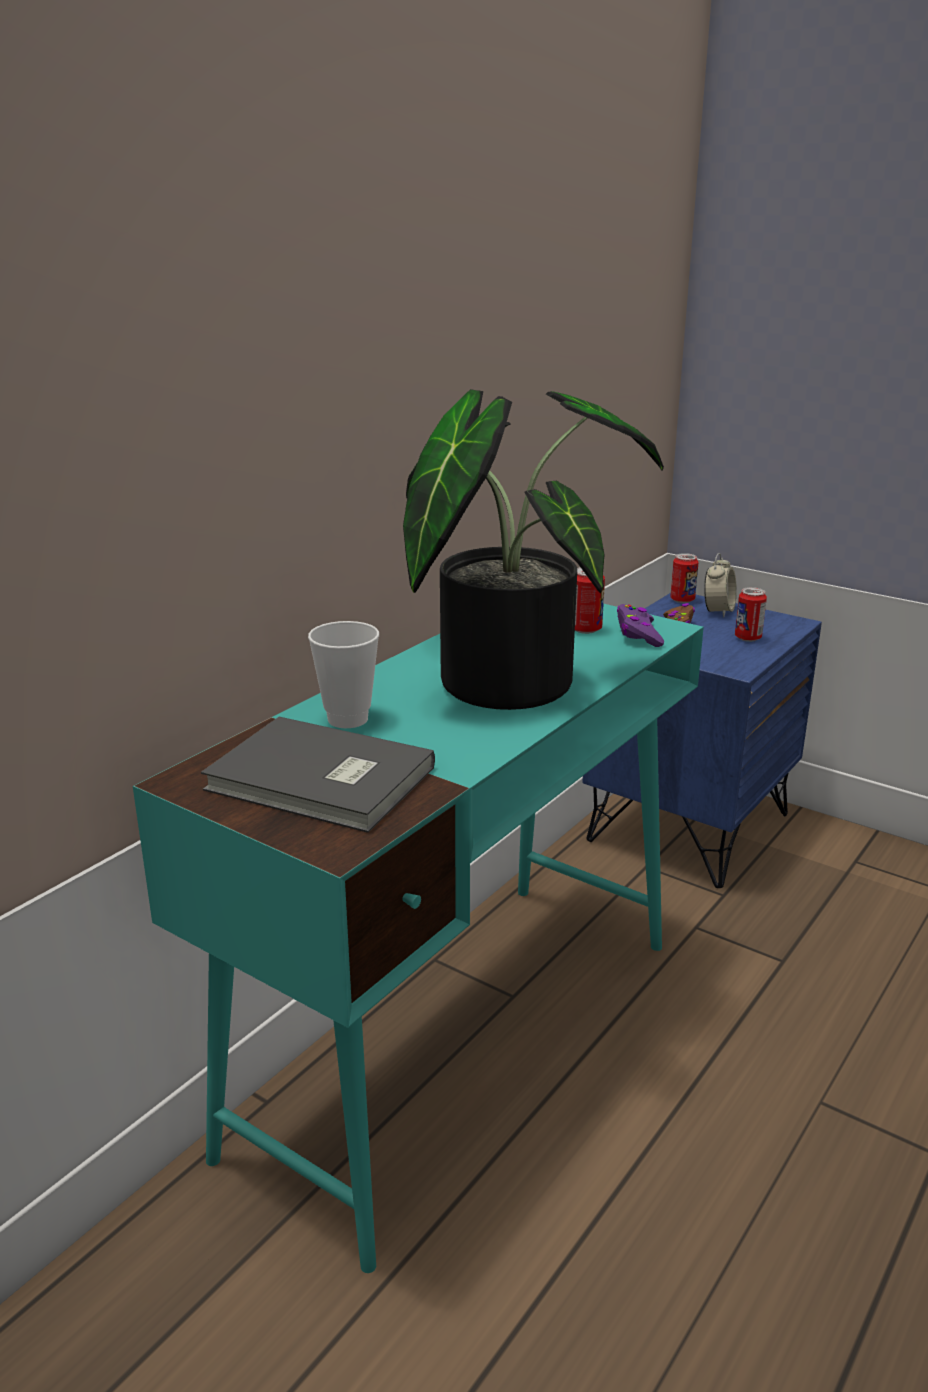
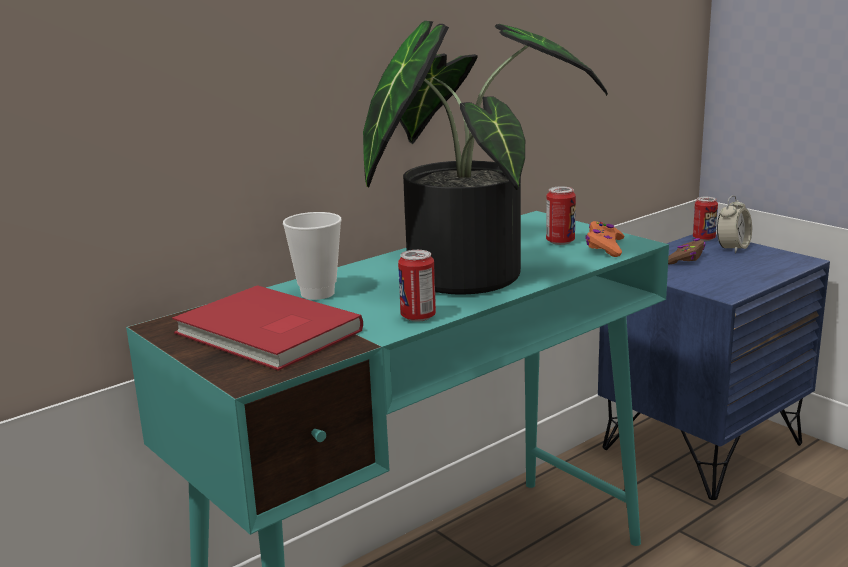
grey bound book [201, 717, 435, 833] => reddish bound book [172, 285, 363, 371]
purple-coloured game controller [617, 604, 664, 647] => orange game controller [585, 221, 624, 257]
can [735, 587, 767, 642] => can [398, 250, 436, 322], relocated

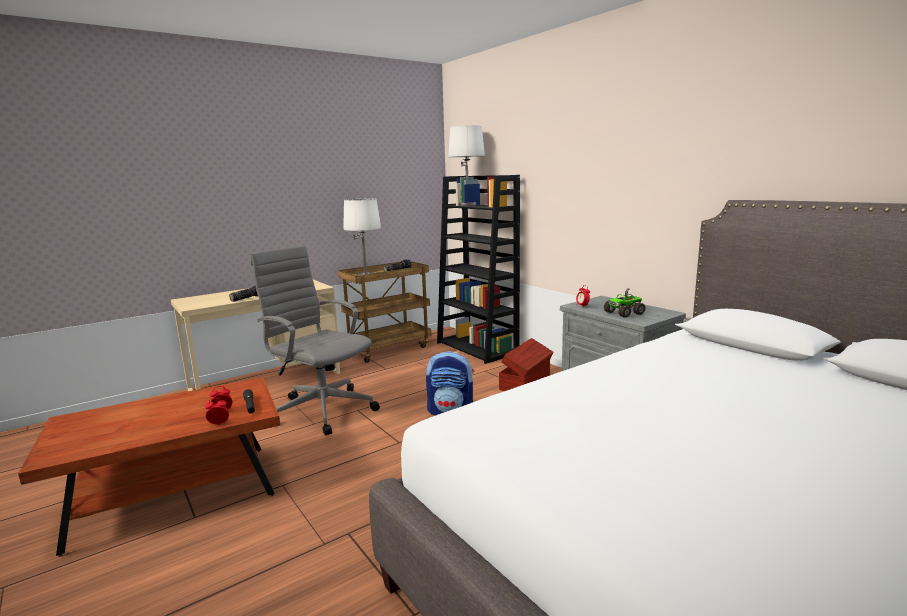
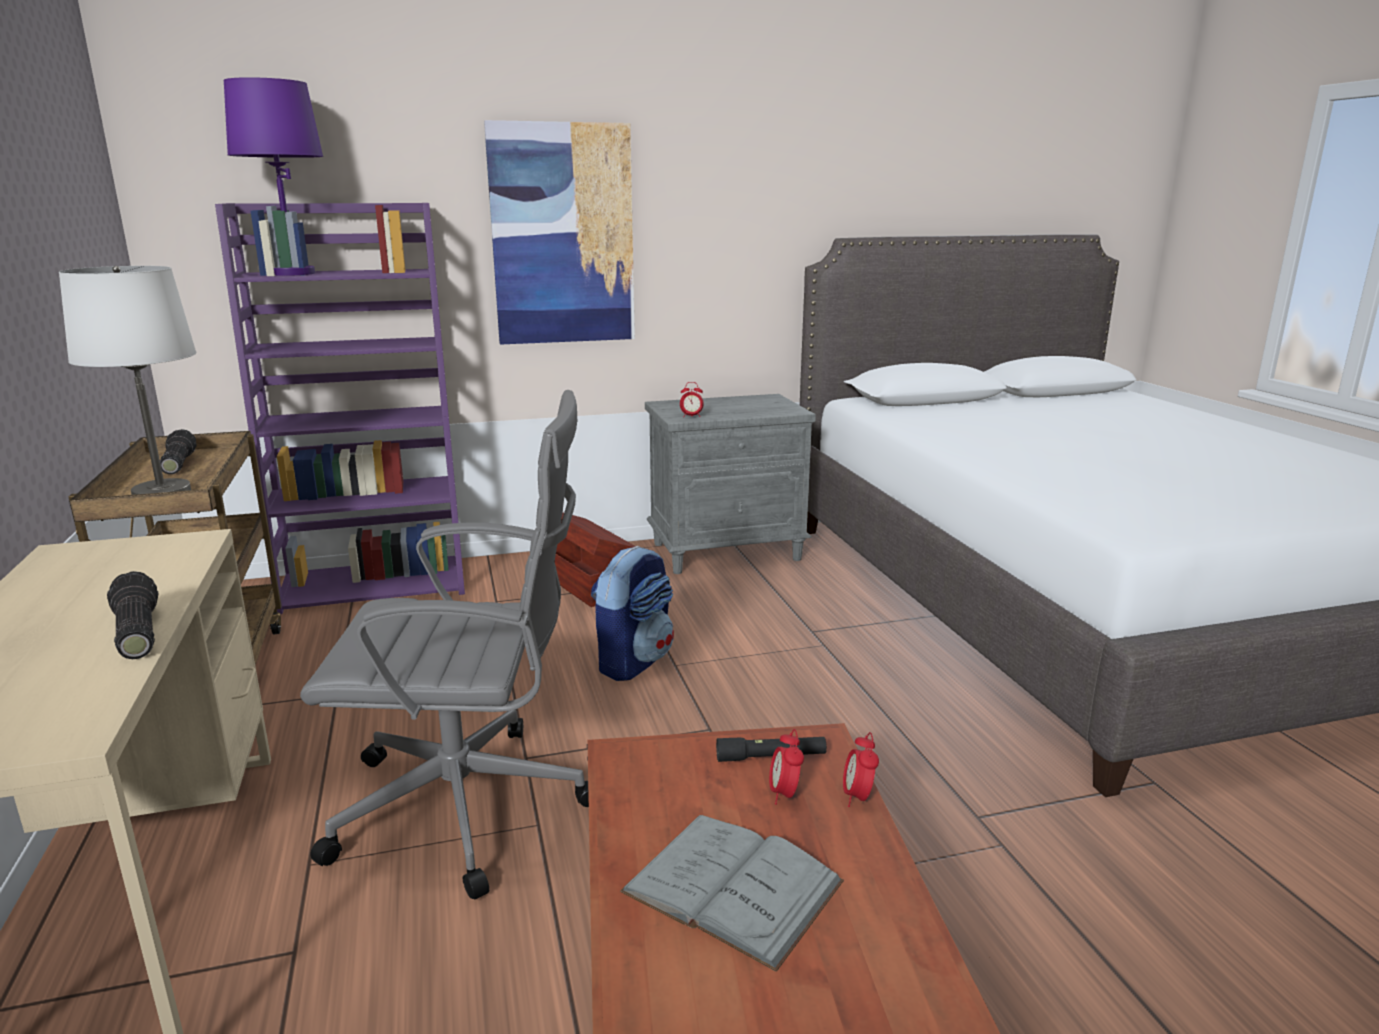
grey desk chair [250, 245, 380, 435] => grey desk chair [300, 390, 589, 899], 150 degrees counterclockwise
blackish bookshelf [437, 175, 520, 364] => purple-coloured bookshelf [215, 203, 465, 614]
white tabletop lamp [448, 125, 485, 206] => purple-coloured tabletop lamp [224, 77, 323, 276]
toy truck [604, 288, 646, 318] => nothing
nothing => wall picture [484, 120, 635, 345]
nothing => grey bound book [620, 815, 844, 972]

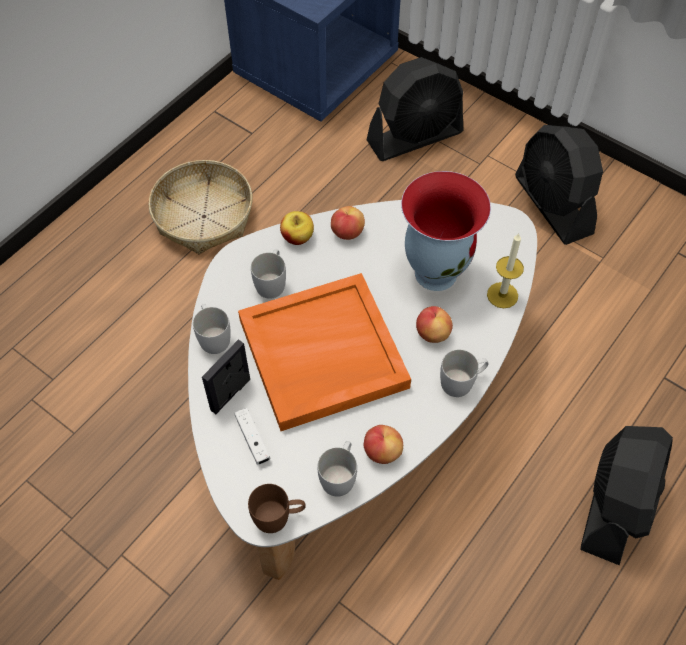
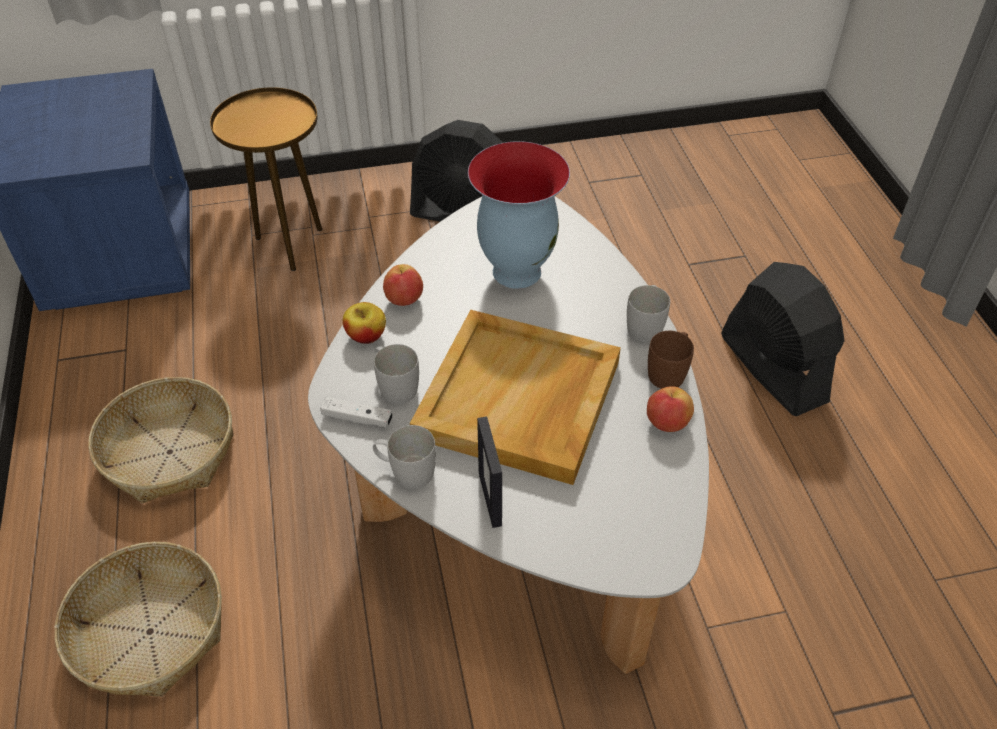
white game controller [234, 408, 271, 465] => white game controller [320, 397, 393, 428], relocated
orange tray [238, 273, 411, 431] => beige tray [410, 310, 621, 485]
brown coffee mug [248, 484, 306, 533] => brown coffee mug [648, 331, 694, 389], relocated
white coffee mug [317, 441, 357, 497] => nothing
blackish fan [367, 57, 464, 161] => brown end table [210, 87, 322, 271]
apple fruit [416, 306, 453, 343] => nothing
wax light [487, 234, 524, 308] => nothing
nothing => storage basket [55, 542, 222, 697]

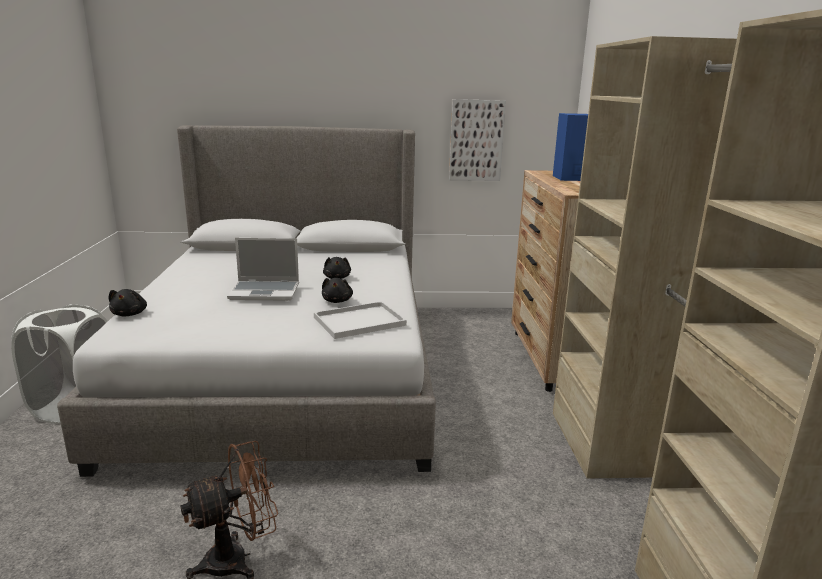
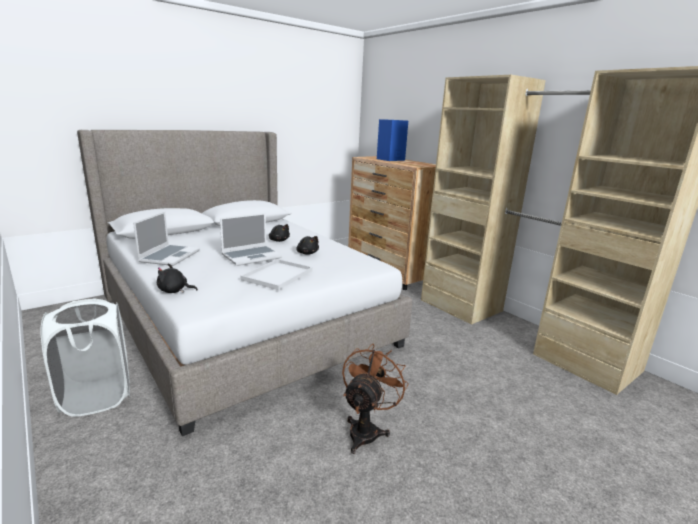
blackish cuddly toy [109, 289, 147, 317] => blackish cuddly toy [157, 264, 198, 293], 135 degrees clockwise
white tray [314, 301, 407, 339] => white tray [240, 259, 313, 290], relocated
wall picture [449, 99, 506, 181] => nothing
nothing => notebook computer [133, 211, 200, 266]

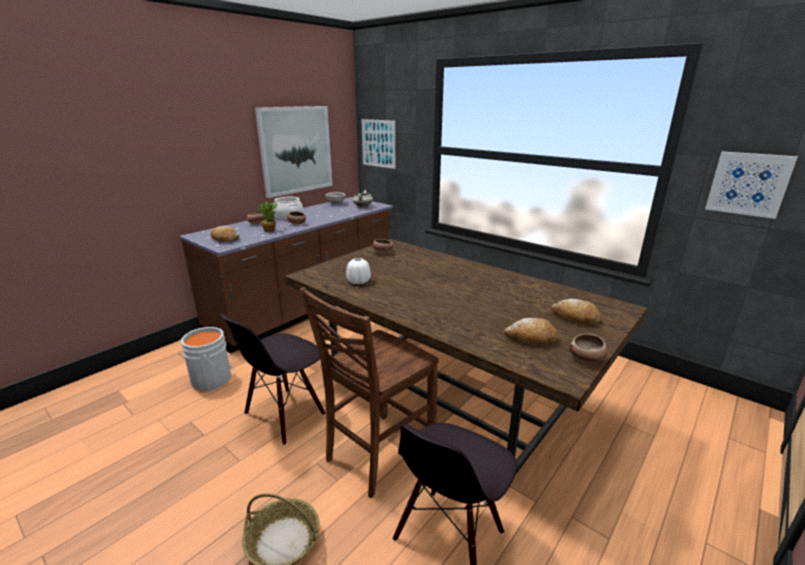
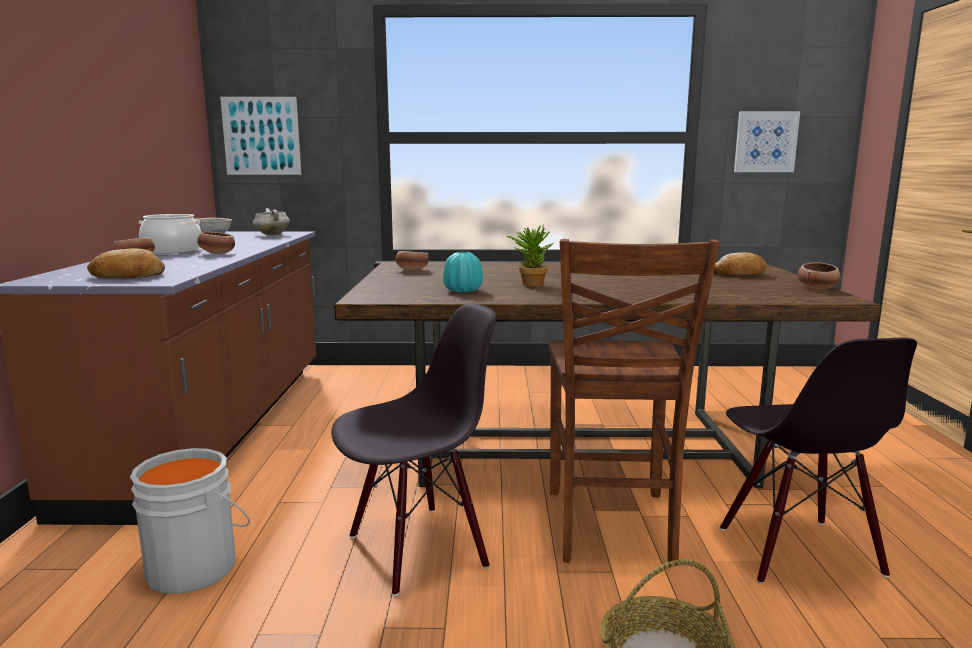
blackish plain chair [219, 314, 325, 445] => blackish plain chair [331, 304, 496, 596], 120 degrees counterclockwise
wall picture [255, 106, 333, 198] => nothing
houseplant [255, 200, 278, 232] => houseplant [507, 226, 554, 287], relocated
white decorative vase [346, 258, 371, 284] => blue-green decorative vase [443, 252, 483, 292]
baked bread [504, 318, 558, 345] => nothing

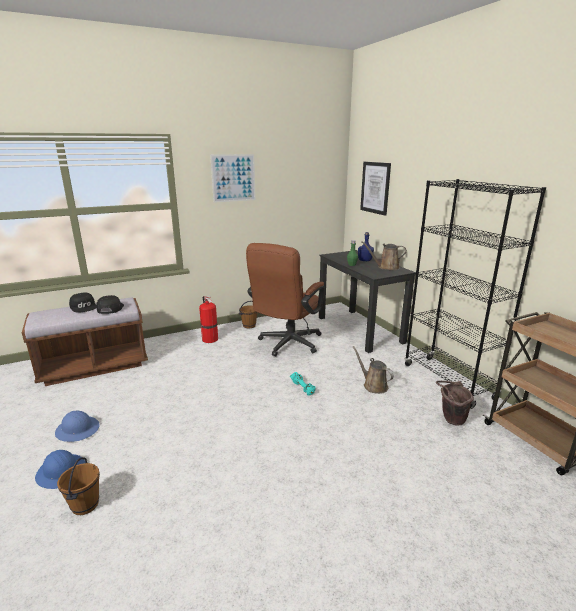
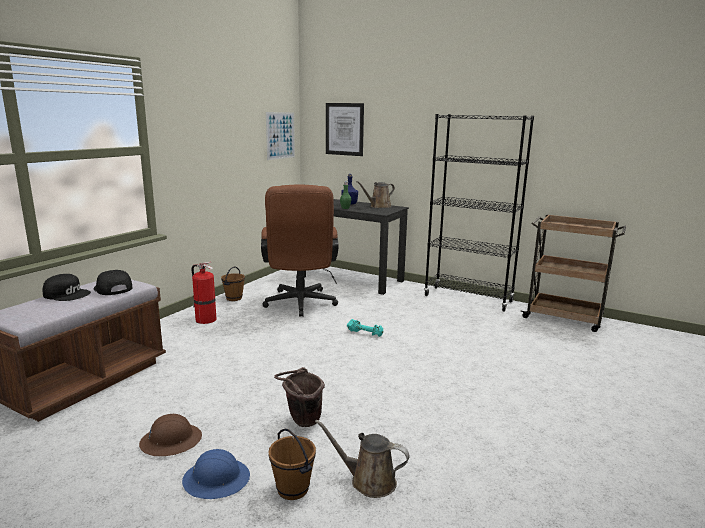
bluish safety helmet [55, 411, 100, 442] => brown safety helmet [139, 414, 202, 456]
wall picture [210, 154, 256, 203] => wall picture [266, 112, 295, 160], relocated
brown sprinkling can [353, 346, 394, 394] => brown sprinkling can [315, 419, 410, 498], relocated
brown bucket [436, 381, 474, 426] => brown bucket [274, 367, 325, 427], relocated

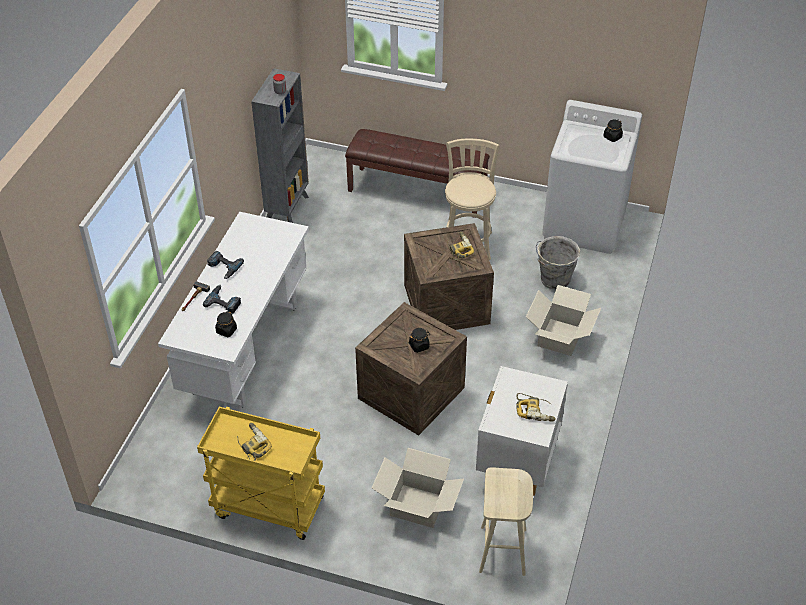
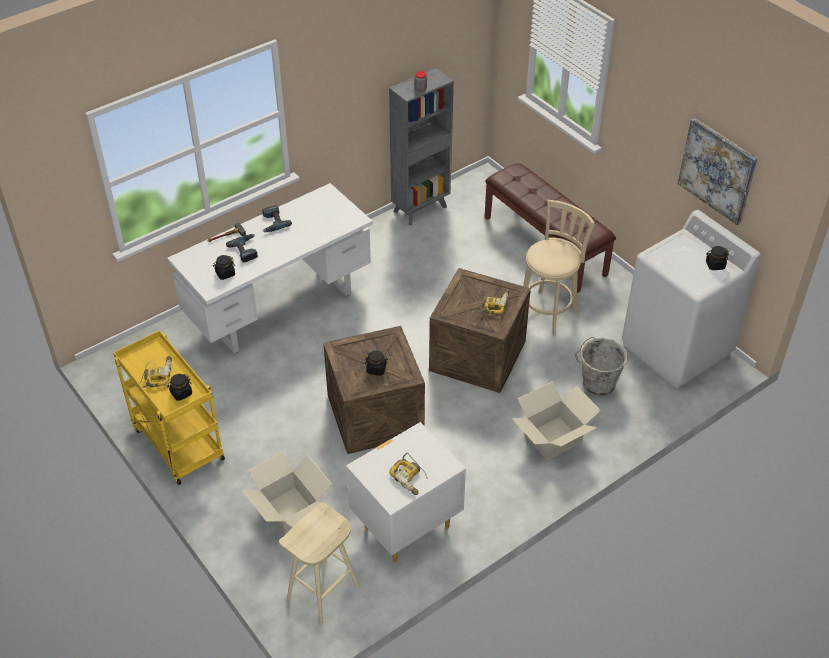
nothing => blackish preserve jar [167, 374, 192, 401]
nothing => wall picture [678, 118, 758, 225]

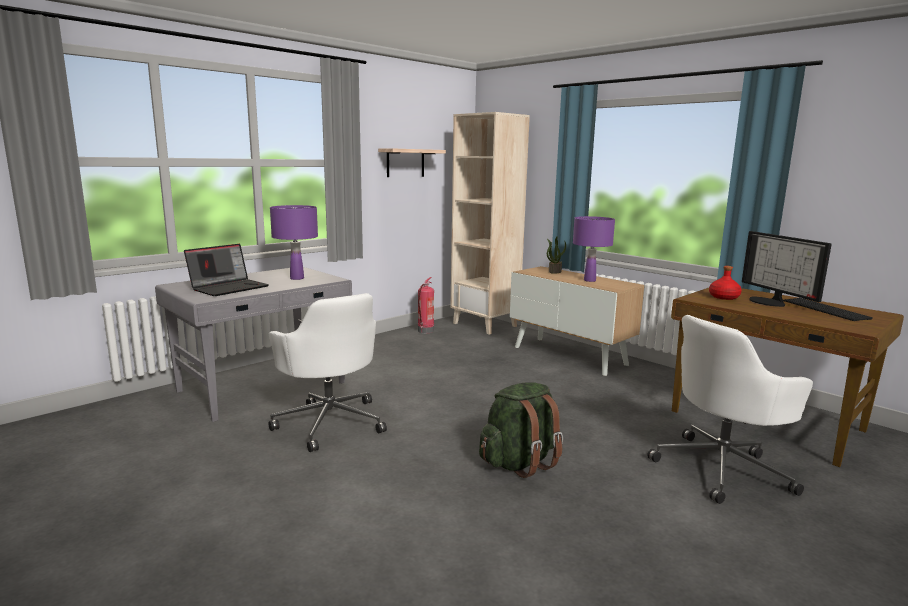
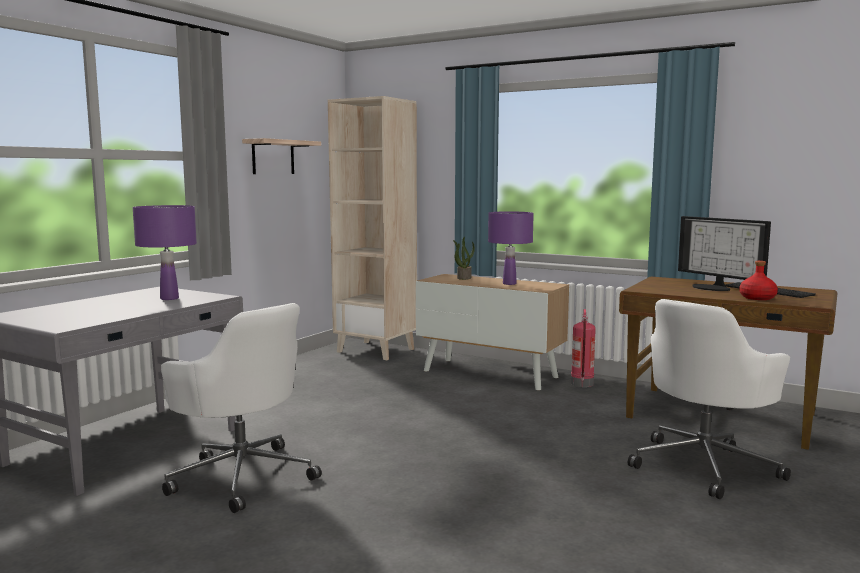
notebook computer [184, 244, 269, 296] => nothing
extinguisher [418, 277, 434, 333] => extinguisher [571, 309, 596, 387], relocated
green-coloured backpack [479, 382, 563, 478] => nothing
reddish drink bottle [709, 266, 742, 300] => reddish drink bottle [739, 261, 778, 300], relocated

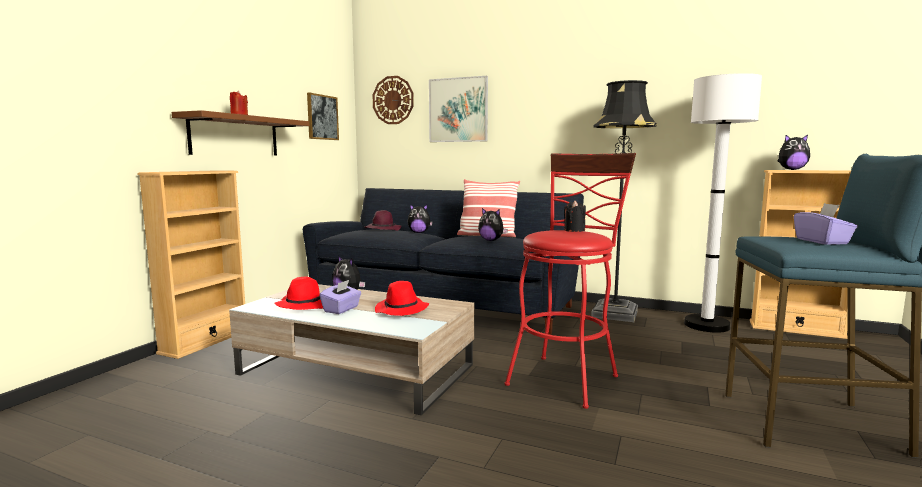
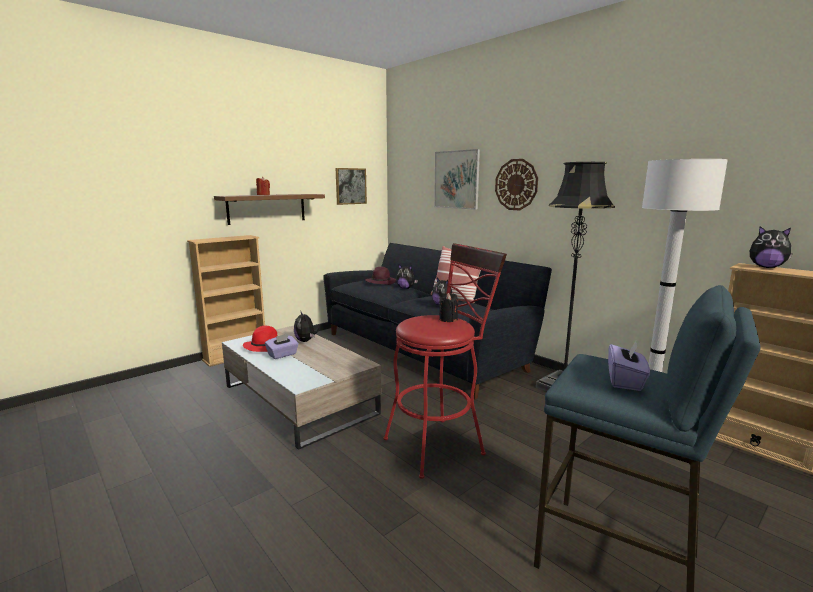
hanging clock [373, 76, 414, 124] => hanging clock [495, 159, 538, 210], relocated
reddish clothing hat [375, 281, 429, 316] => nothing

